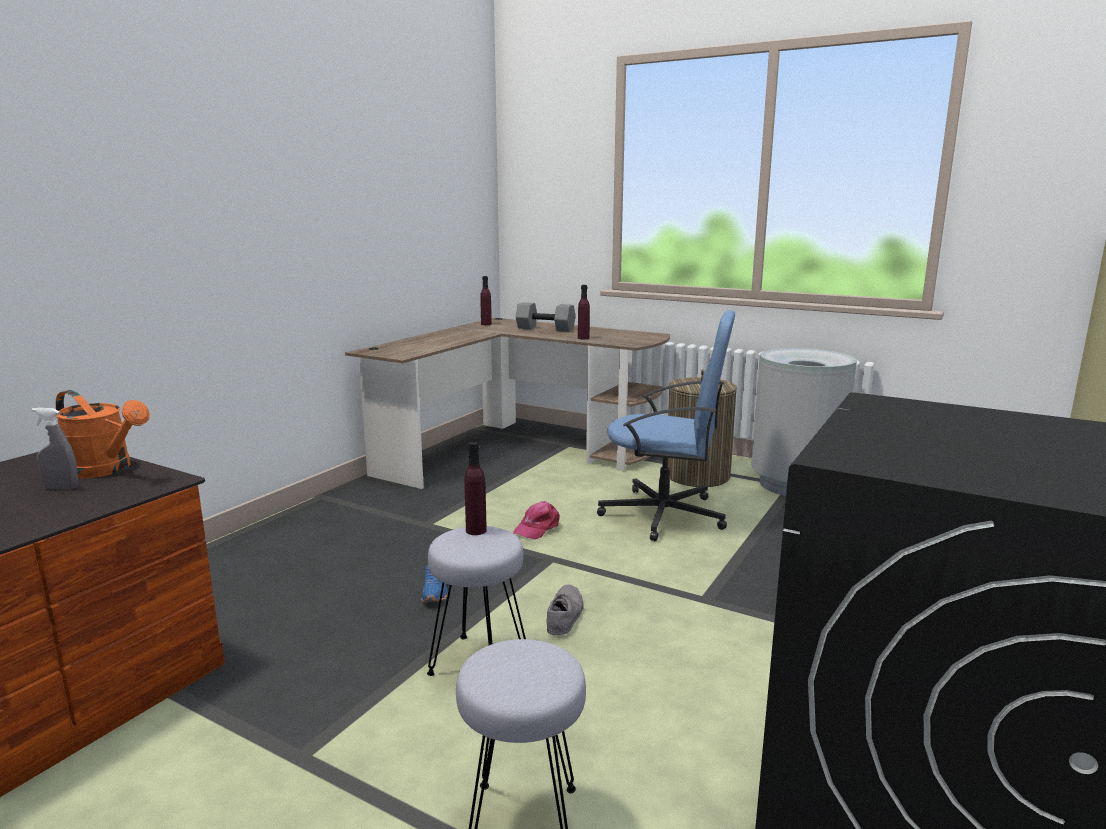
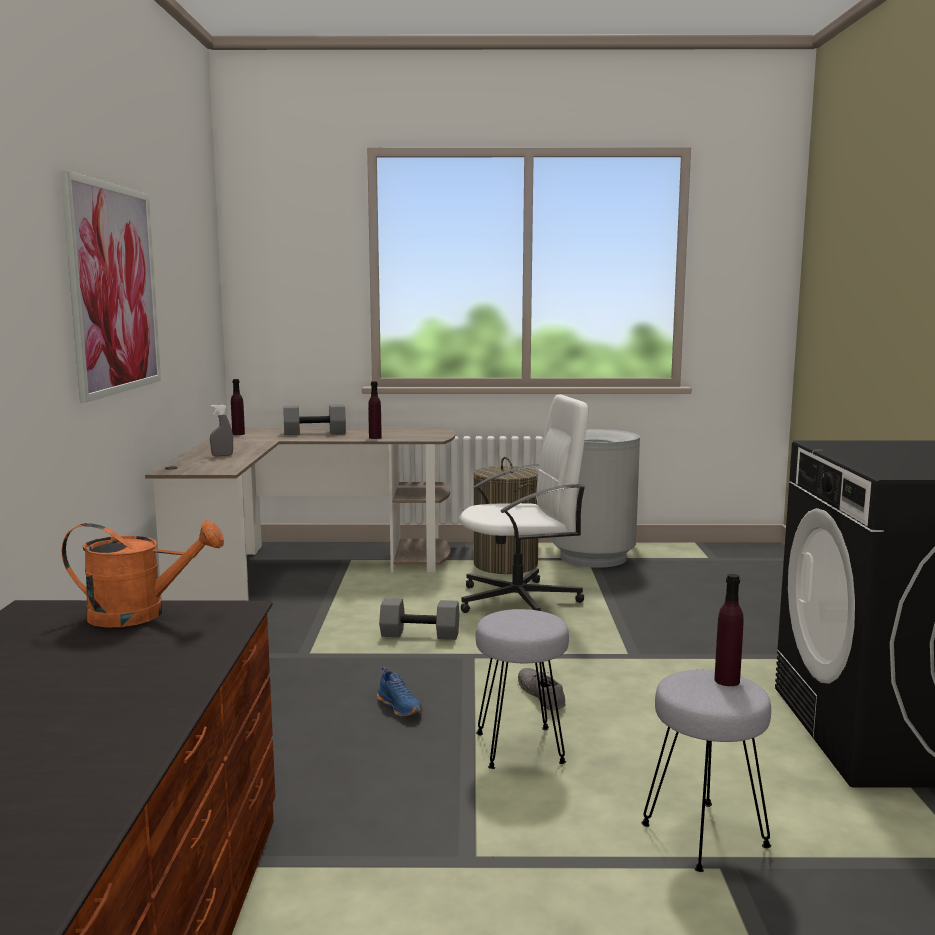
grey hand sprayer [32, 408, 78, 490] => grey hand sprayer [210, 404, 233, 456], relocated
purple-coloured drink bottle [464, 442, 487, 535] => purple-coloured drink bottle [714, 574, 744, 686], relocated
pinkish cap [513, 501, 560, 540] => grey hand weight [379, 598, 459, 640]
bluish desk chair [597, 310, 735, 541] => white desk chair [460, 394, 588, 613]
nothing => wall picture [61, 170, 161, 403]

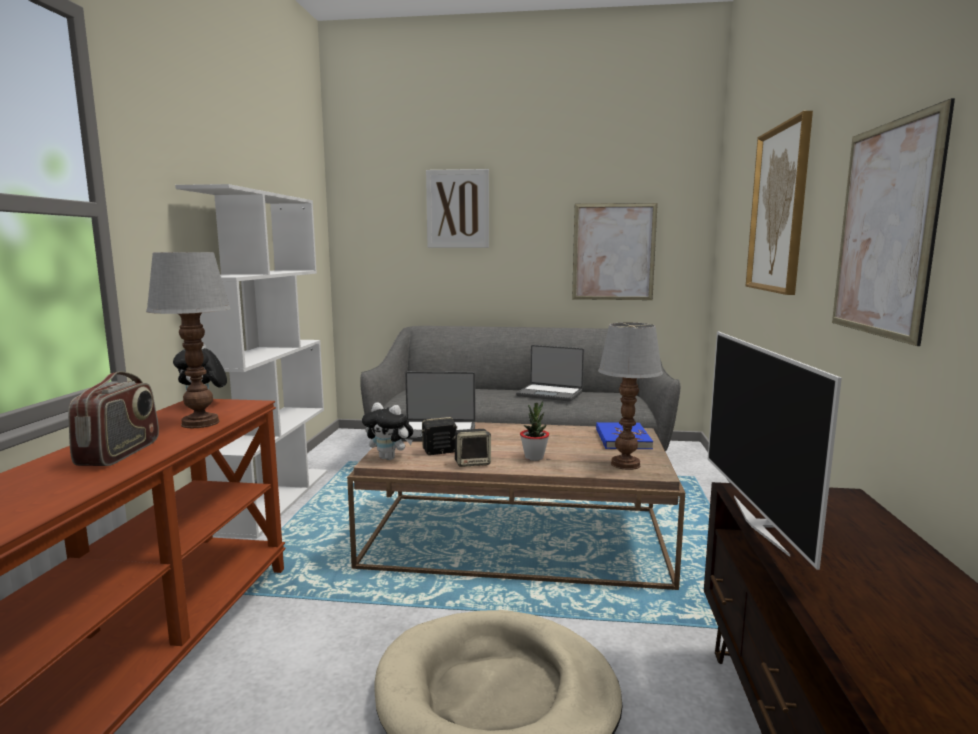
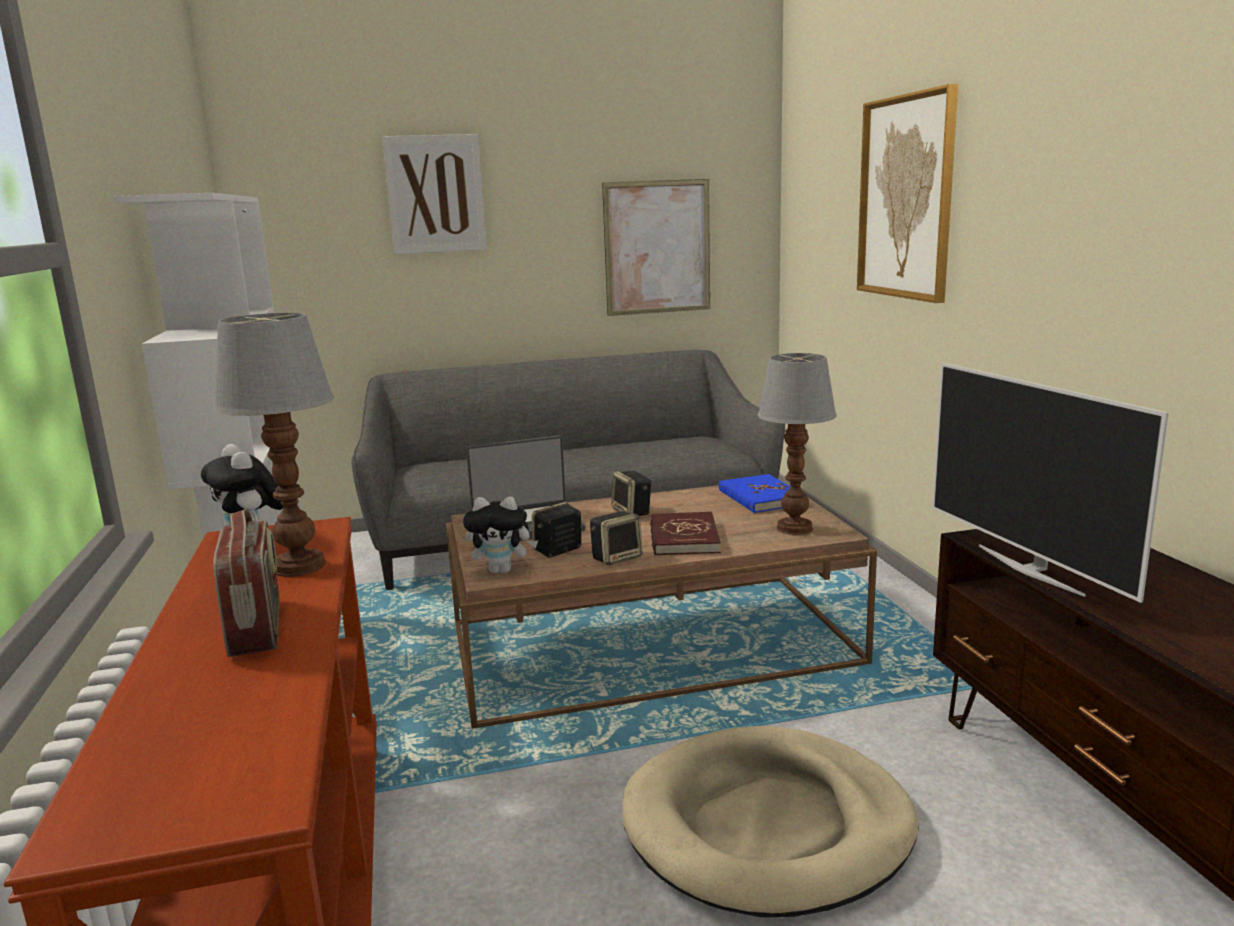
notebook computer [516, 345, 584, 402] => nothing
houseplant [520, 400, 549, 461] => reddish bound book [650, 512, 721, 556]
wall picture [832, 98, 955, 346] => nothing
nothing => speaker [611, 471, 651, 516]

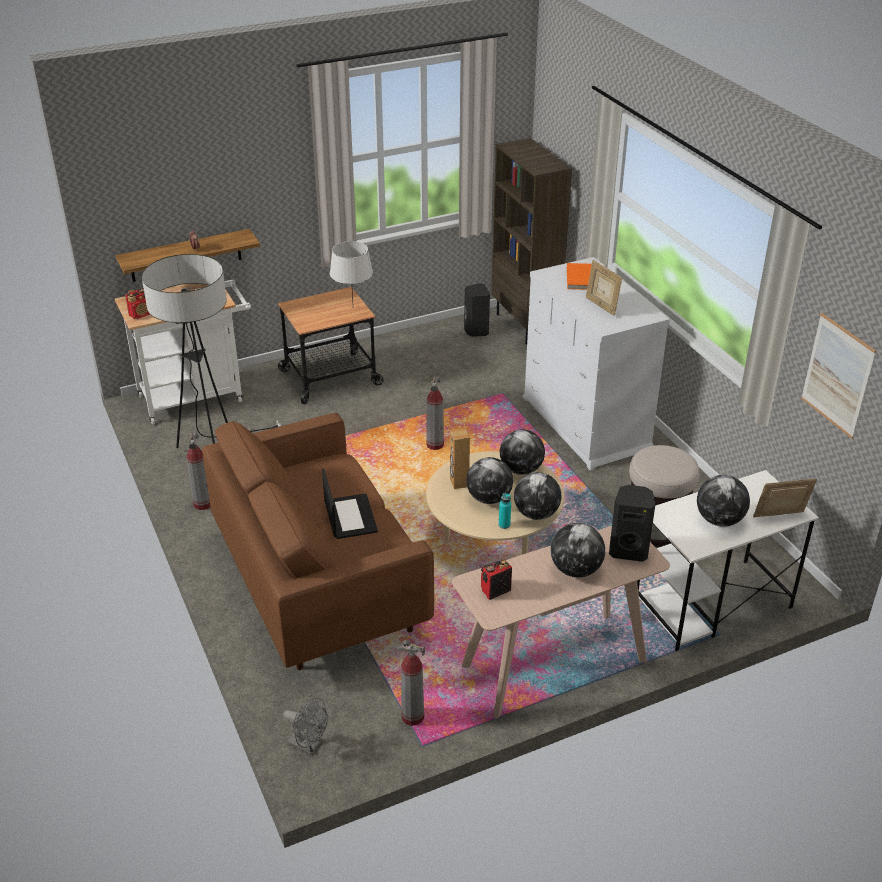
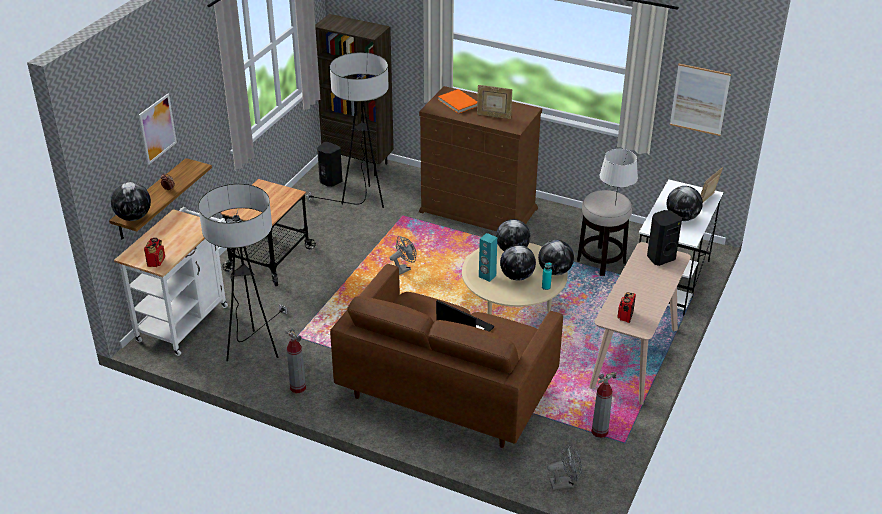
grey tabletop lamp [330, 241, 373, 301] => grey tabletop lamp [599, 149, 638, 206], relocated
extinguisher [426, 376, 444, 450] => grey fan [390, 236, 417, 275]
brown speaker [450, 428, 470, 489] => blue-green speaker [479, 233, 497, 282]
white dresser [523, 257, 670, 471] => brown dresser [419, 86, 542, 231]
desk globe [551, 523, 605, 578] => desk globe [111, 182, 151, 221], relocated
nothing => wall picture [139, 94, 177, 165]
nothing => standard lamp [305, 52, 389, 208]

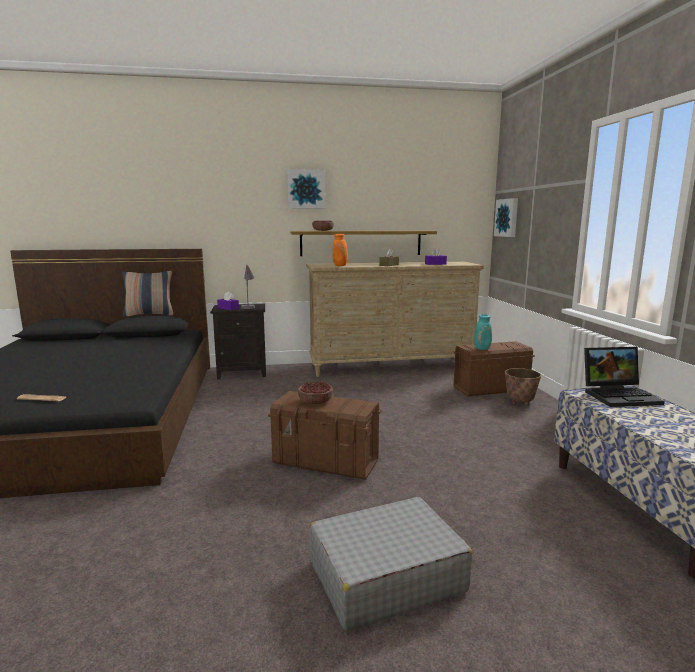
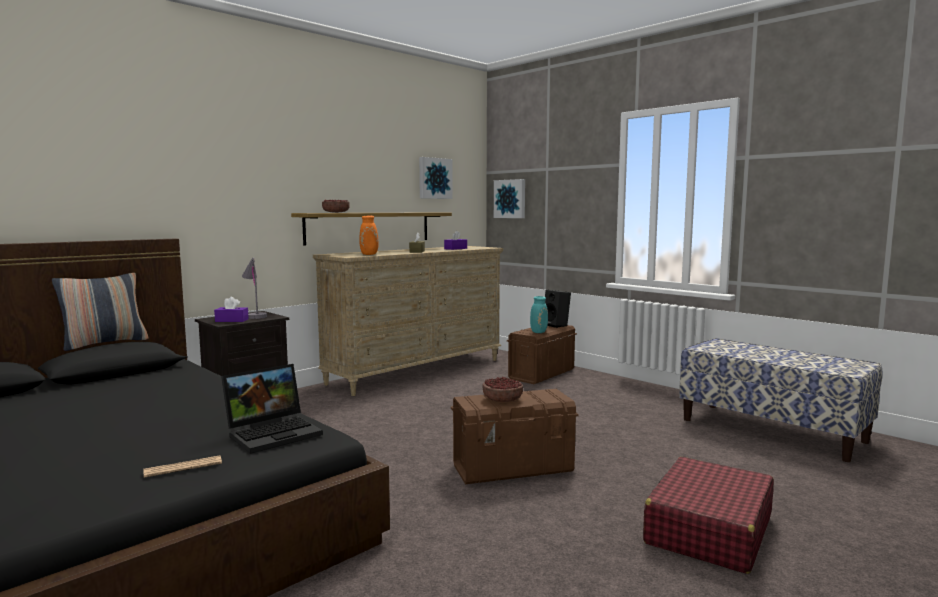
wall picture [287, 169, 325, 209] => wall picture [419, 157, 453, 199], relocated
grey suitcase [310, 497, 472, 632] => reddish suitcase [643, 457, 774, 574]
flower pot [505, 368, 541, 405] => nothing
notebook computer [584, 347, 665, 407] => notebook computer [221, 364, 323, 454], relocated
nothing => blackish speaker [545, 290, 571, 328]

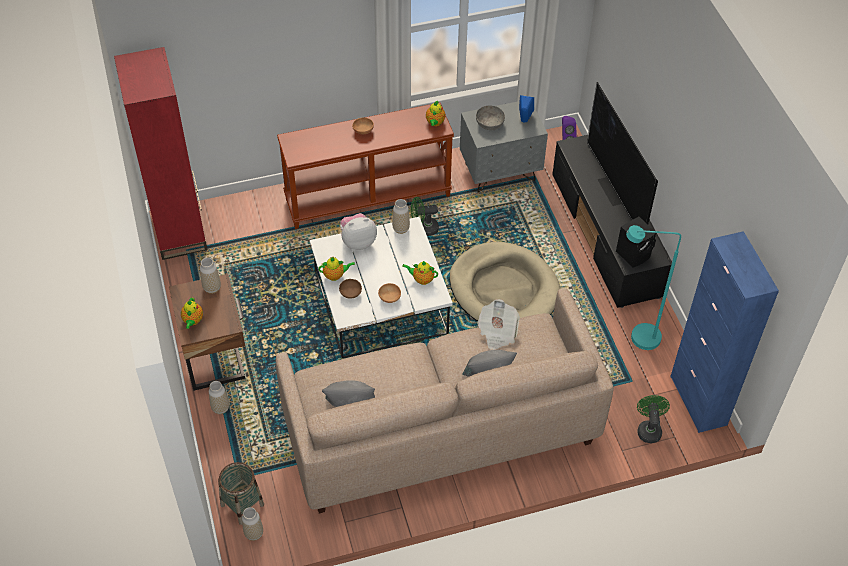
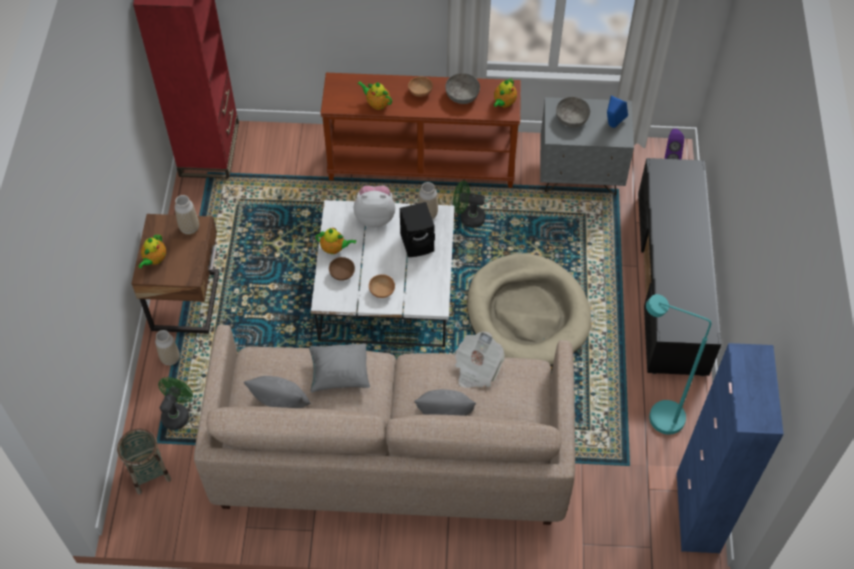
decorative vase [242, 507, 263, 541] => nothing
tea pot [403, 261, 438, 285] => tea pot [357, 81, 392, 110], relocated
television [587, 82, 658, 224] => nothing
blackish speaker [616, 217, 656, 268] => blackish speaker [400, 202, 435, 257], relocated
green-coloured fan [637, 395, 670, 443] => green-coloured fan [158, 377, 193, 430], relocated
nothing => grey pillow [309, 343, 370, 393]
nothing => grey bowl [445, 73, 480, 104]

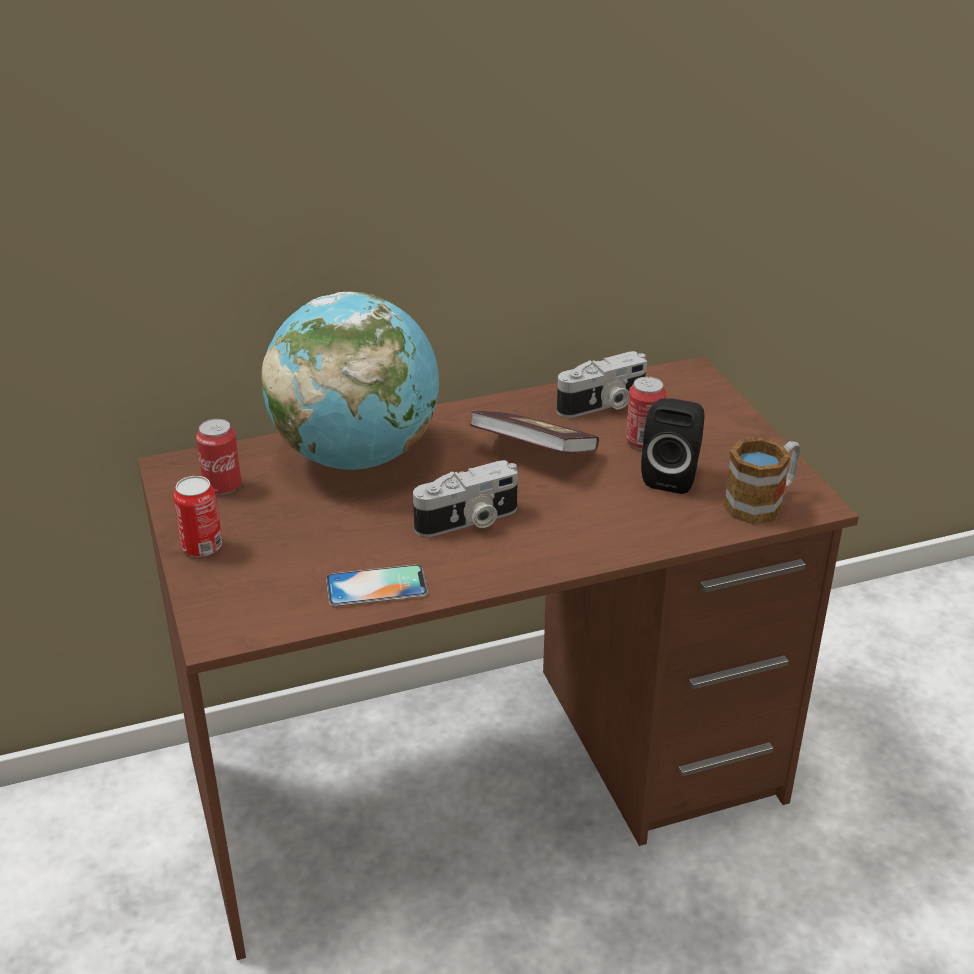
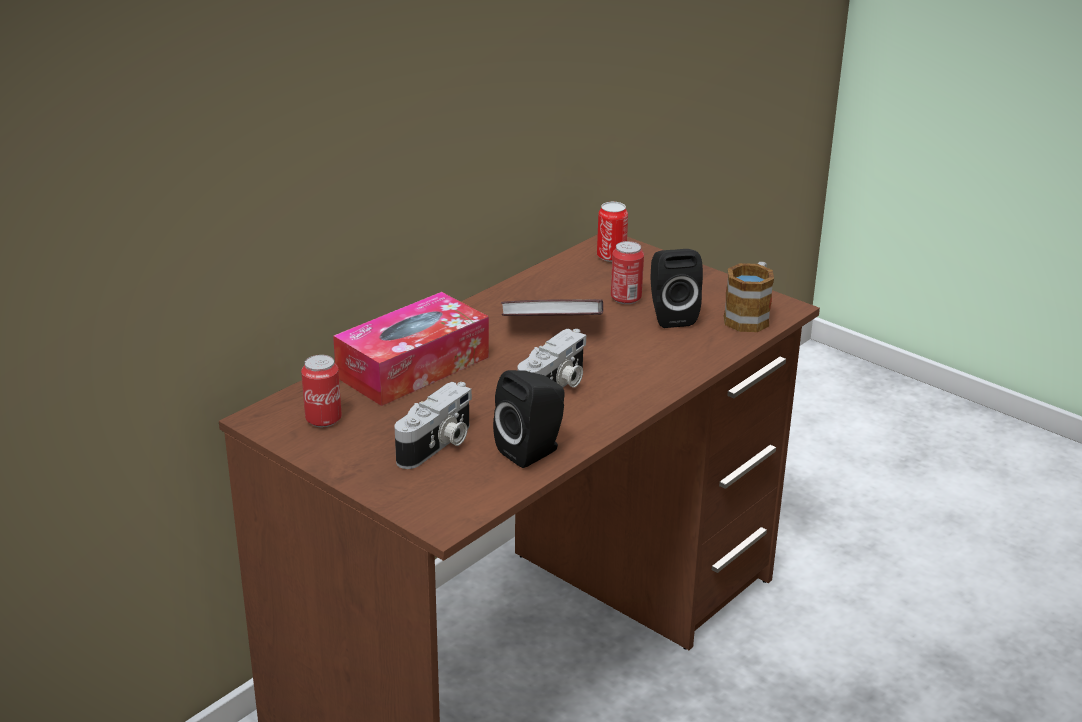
can [173, 476, 222, 557] => can [597, 202, 628, 262], relocated
desk globe [261, 292, 439, 470] => box of tissues [333, 292, 489, 406]
telephone [326, 565, 428, 606] => blackish speaker [493, 370, 565, 468]
photo camera [557, 351, 647, 418] => photo camera [394, 382, 472, 469], relocated

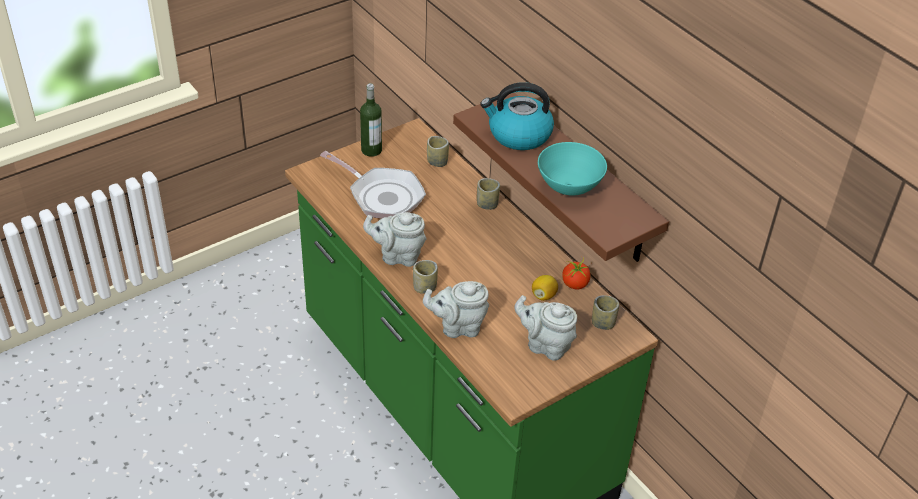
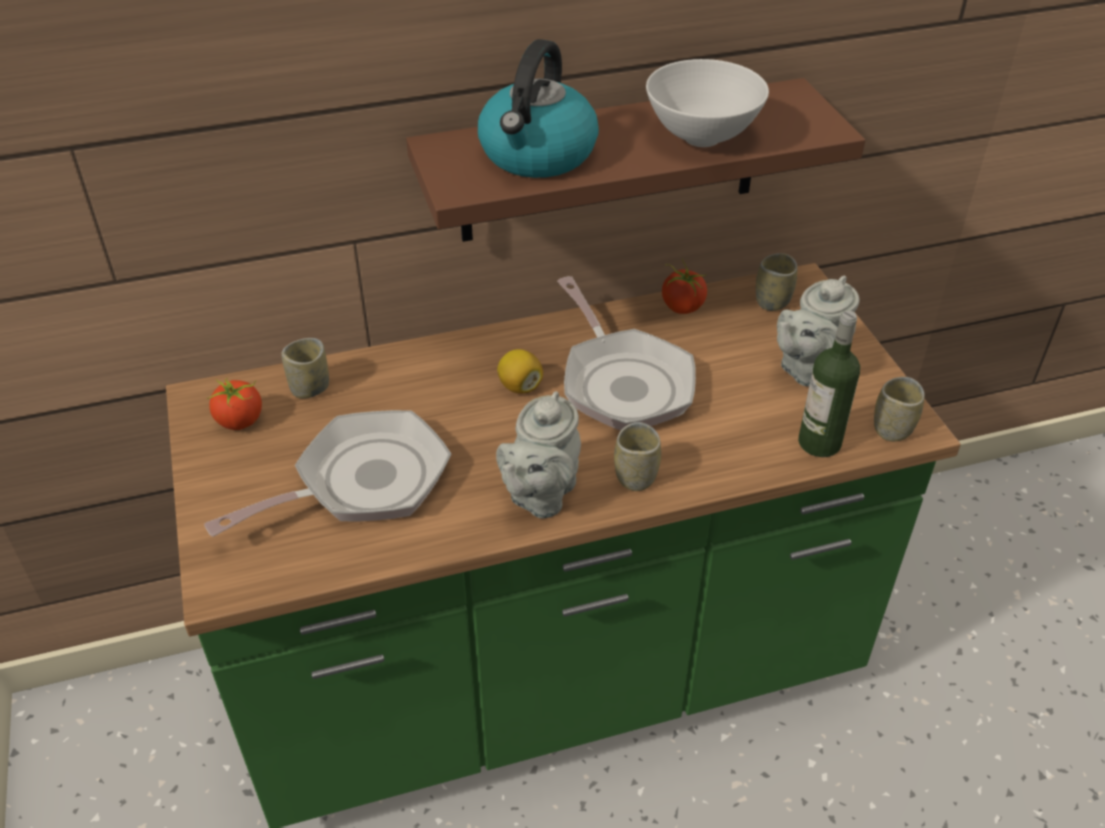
drink bottle [360, 83, 382, 157] => drink bottle [798, 310, 860, 457], relocated
grey tea pot [423, 281, 489, 338] => nothing
cup [477, 178, 500, 210] => cup [874, 377, 925, 442], relocated
citrus fruit [532, 275, 558, 301] => citrus fruit [497, 349, 543, 394], relocated
blue-green bowl [538, 142, 607, 196] => white bowl [646, 59, 769, 147]
nothing => tomato [206, 378, 262, 430]
nothing => frying pan [557, 276, 696, 430]

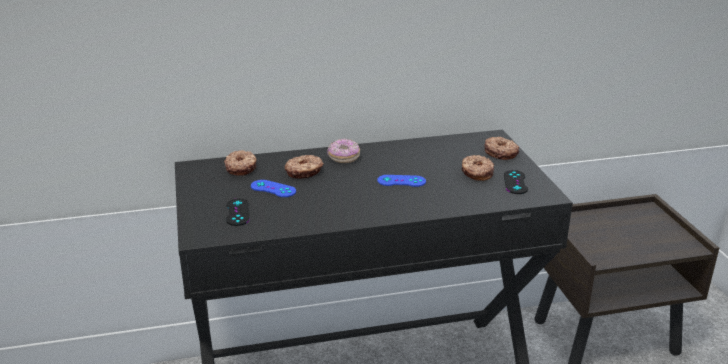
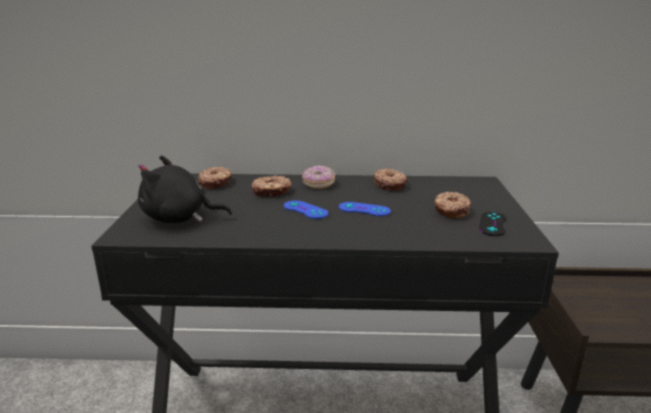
blackish game controller [226, 198, 250, 226] => blackish cuddly toy [138, 155, 232, 223]
bluish game controller [251, 180, 296, 197] => bluish game controller [284, 200, 328, 219], relocated
ring doughnut [485, 137, 519, 160] => ring doughnut [374, 169, 408, 191], relocated

